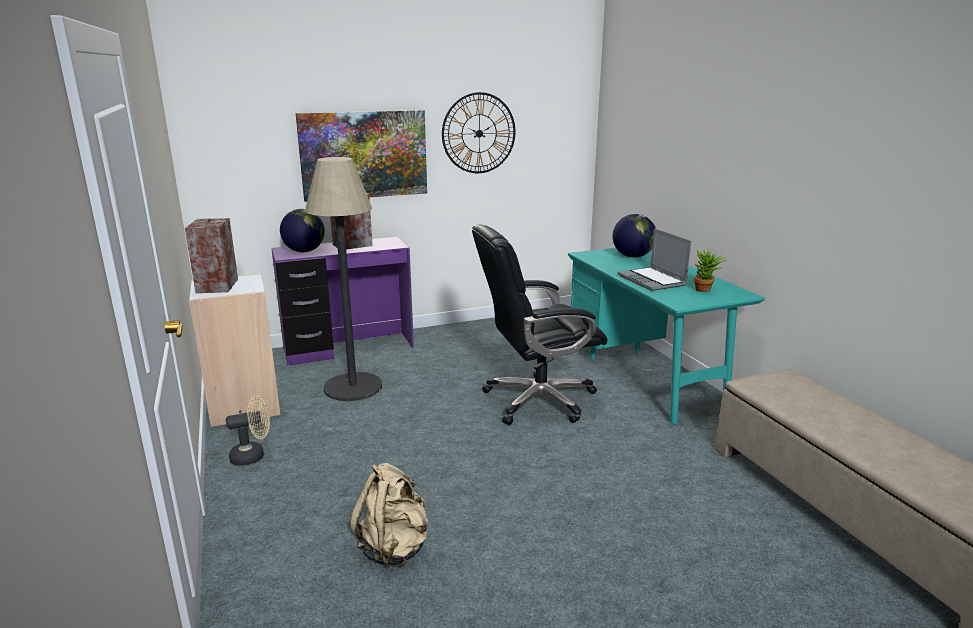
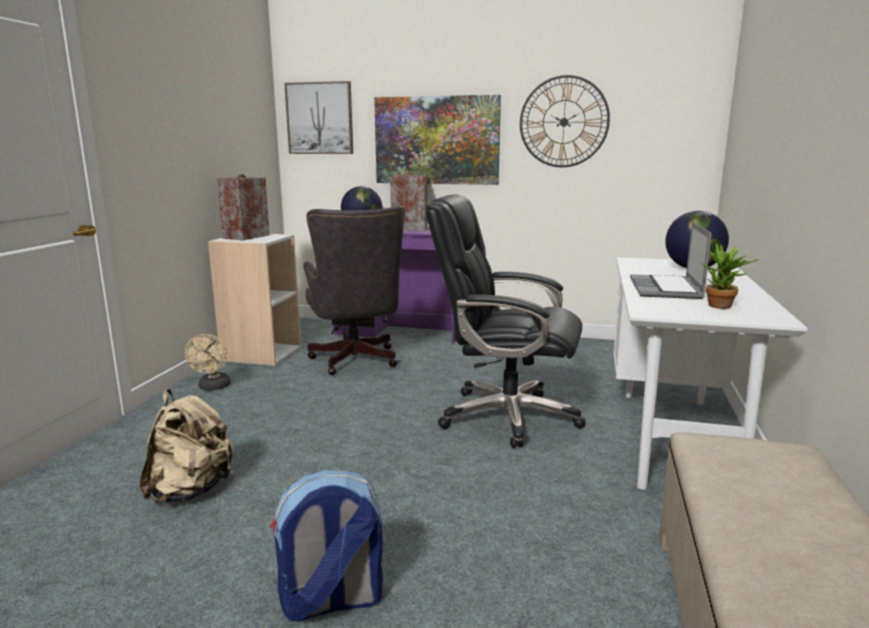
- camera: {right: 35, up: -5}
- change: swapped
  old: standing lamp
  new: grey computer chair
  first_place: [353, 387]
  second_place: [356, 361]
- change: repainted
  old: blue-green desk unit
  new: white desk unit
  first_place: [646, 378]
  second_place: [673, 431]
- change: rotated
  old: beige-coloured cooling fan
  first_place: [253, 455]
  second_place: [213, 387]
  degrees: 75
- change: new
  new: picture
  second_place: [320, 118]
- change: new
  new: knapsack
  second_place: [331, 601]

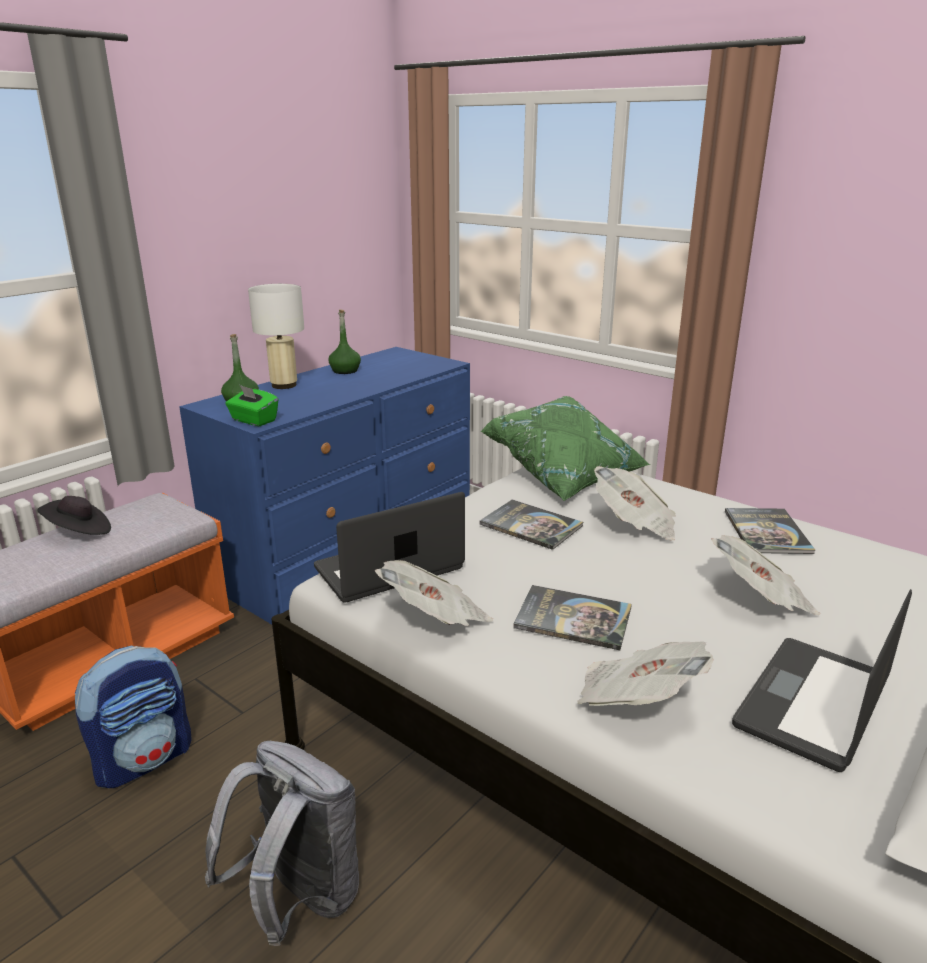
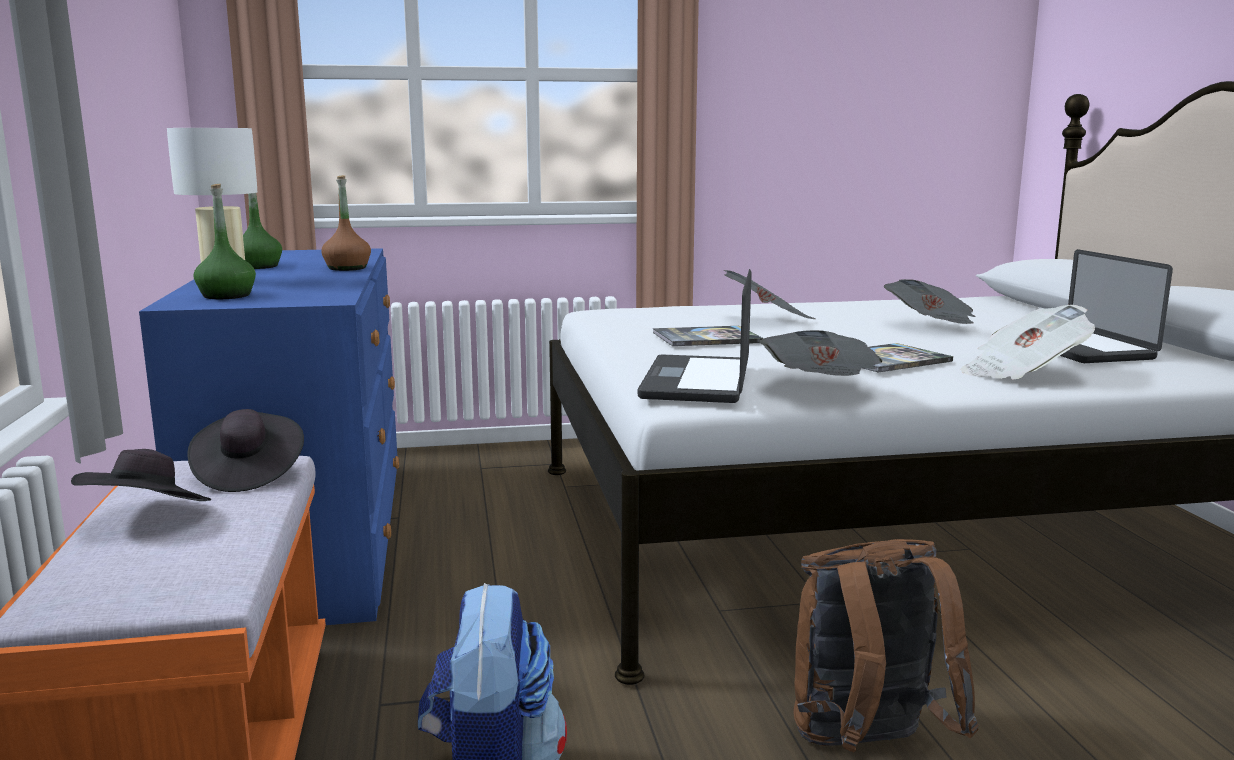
- camera: {right: -50, up: -10}
- change: gone
  old: green-coloured box of tissues
  first_place: [253, 420]
- change: gone
  old: green-coloured pillow
  first_place: [565, 473]
- change: gone
  old: bound book
  first_place: [767, 532]
- change: repainted
  old: grey knapsack
  new: brown-coloured knapsack
  first_place: [298, 899]
  second_place: [866, 747]
- change: new
  new: brown-coloured drink bottle
  second_place: [347, 268]
- change: new
  new: blackish wearable hat
  second_place: [248, 474]

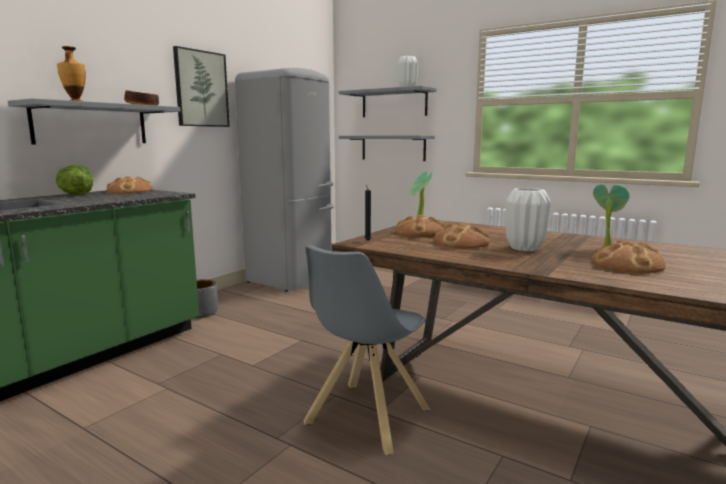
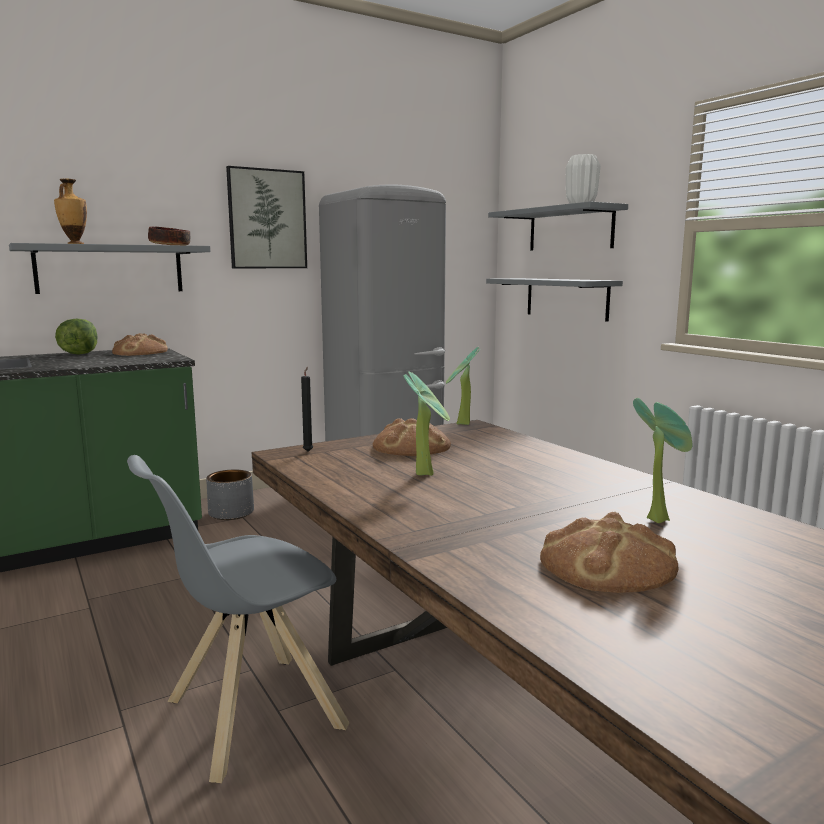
- camera: {right: 25, up: 0}
- change: gone
  old: white flower vase
  first_place: [524, 248]
- change: swapped
  old: bakery bread
  new: potted plant
  first_place: [461, 243]
  second_place: [427, 473]

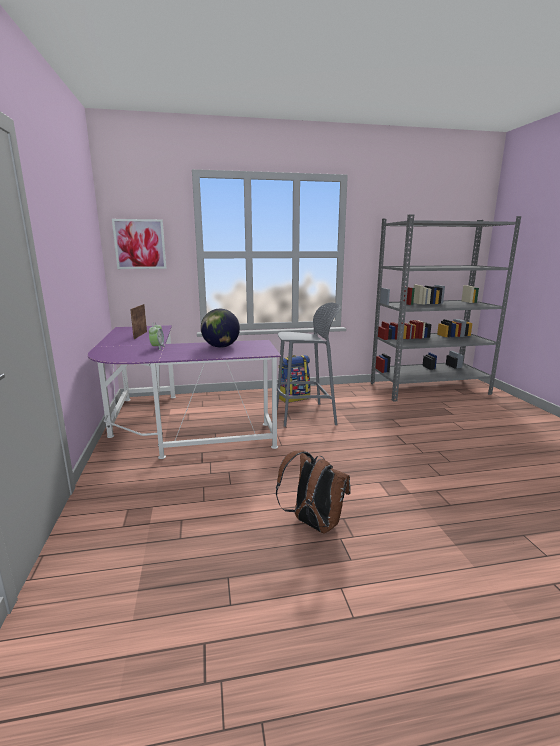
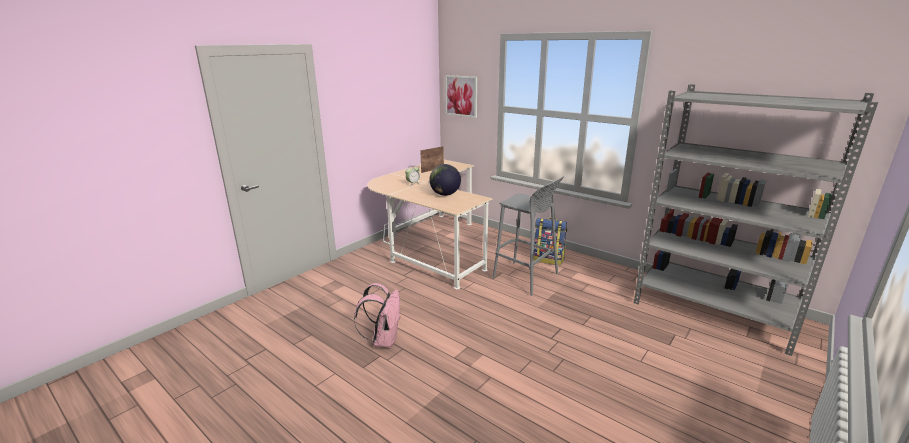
- camera: {right: 50, up: 5}
- change: repainted
  old: purplish desk unit
  new: beige-coloured desk unit
  first_place: [173, 429]
  second_place: [429, 247]
- change: repainted
  old: brown-coloured knapsack
  new: pink-coloured knapsack
  first_place: [313, 524]
  second_place: [384, 340]

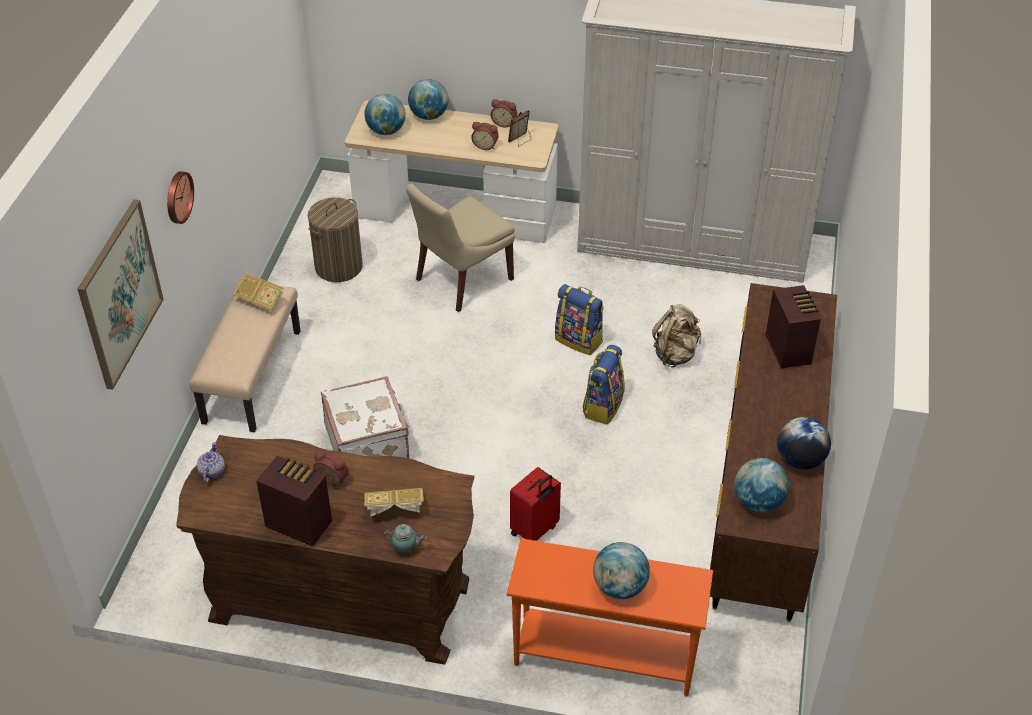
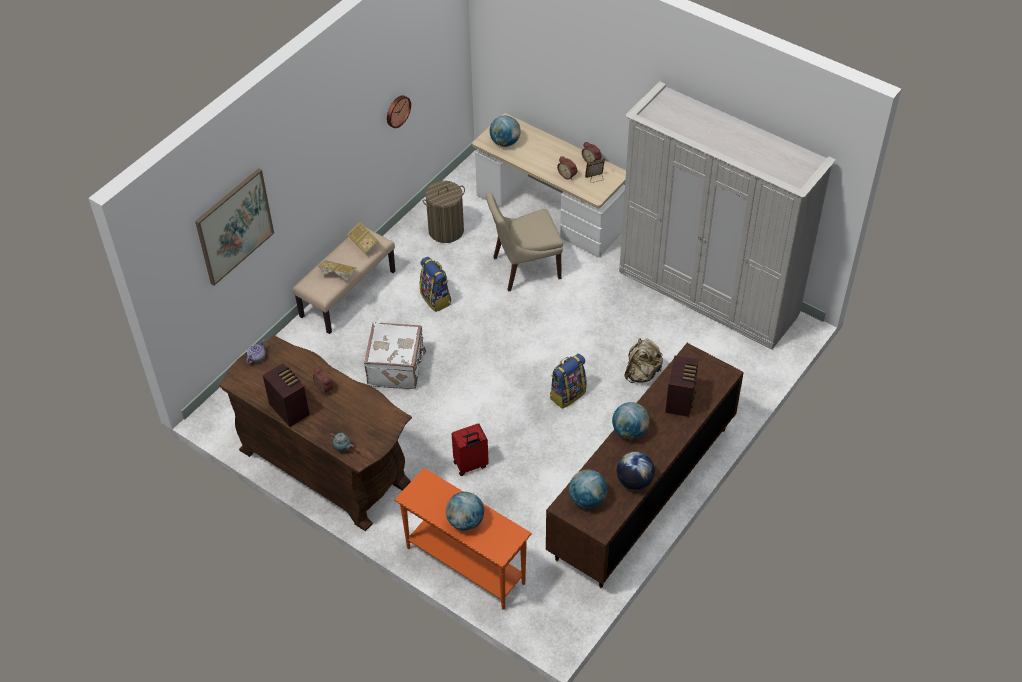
- camera: {right: 25, up: 5}
- change: shifted
  old: world globe
  first_place: [429, 116]
  second_place: [630, 431]
- change: shifted
  old: wall clock
  first_place: [177, 197]
  second_place: [397, 111]
- change: shifted
  old: knapsack
  first_place: [579, 340]
  second_place: [436, 299]
- change: shifted
  old: bound book
  first_place: [395, 510]
  second_place: [337, 275]

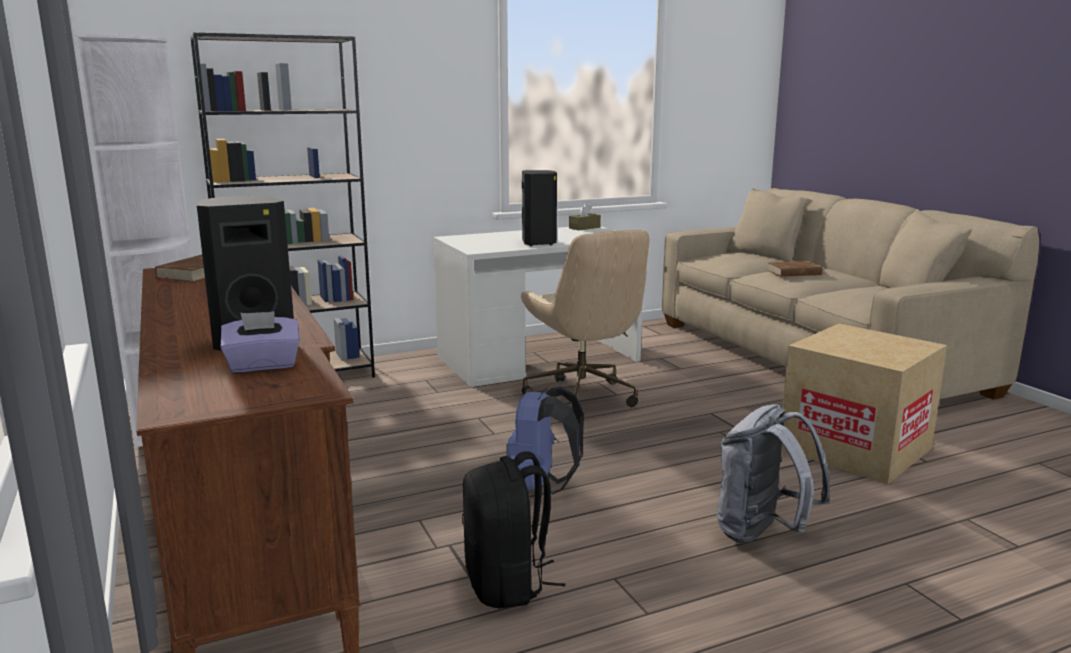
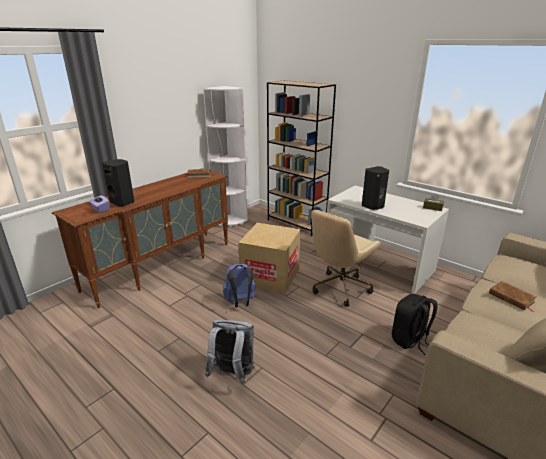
- camera: {right: 65, up: 10}
- change: shifted
  old: packing box
  first_place: [855, 448]
  second_place: [270, 276]
- change: shifted
  old: blackish knapsack
  first_place: [507, 585]
  second_place: [410, 340]

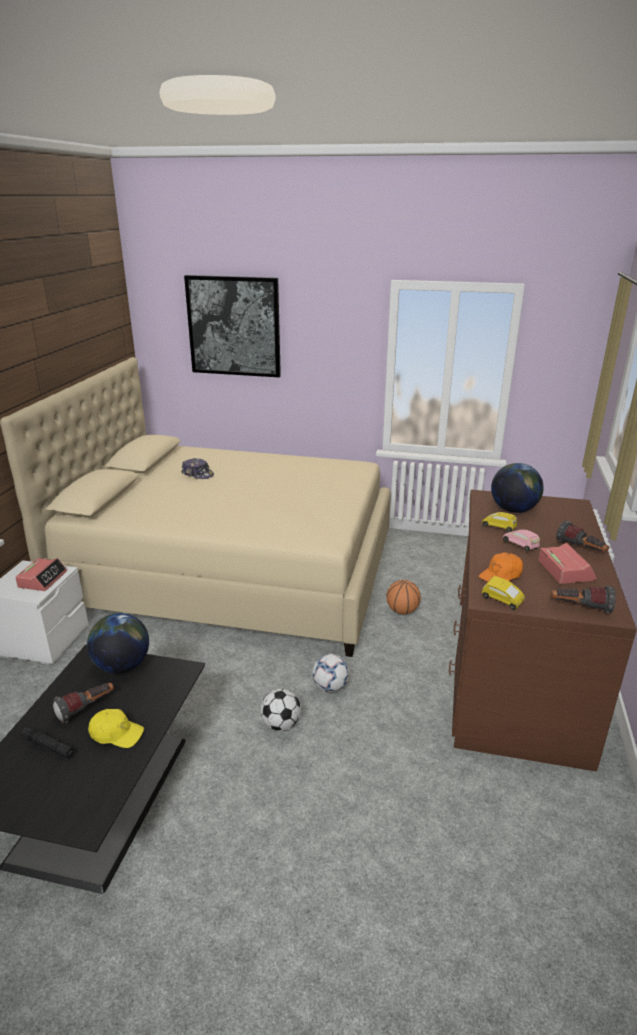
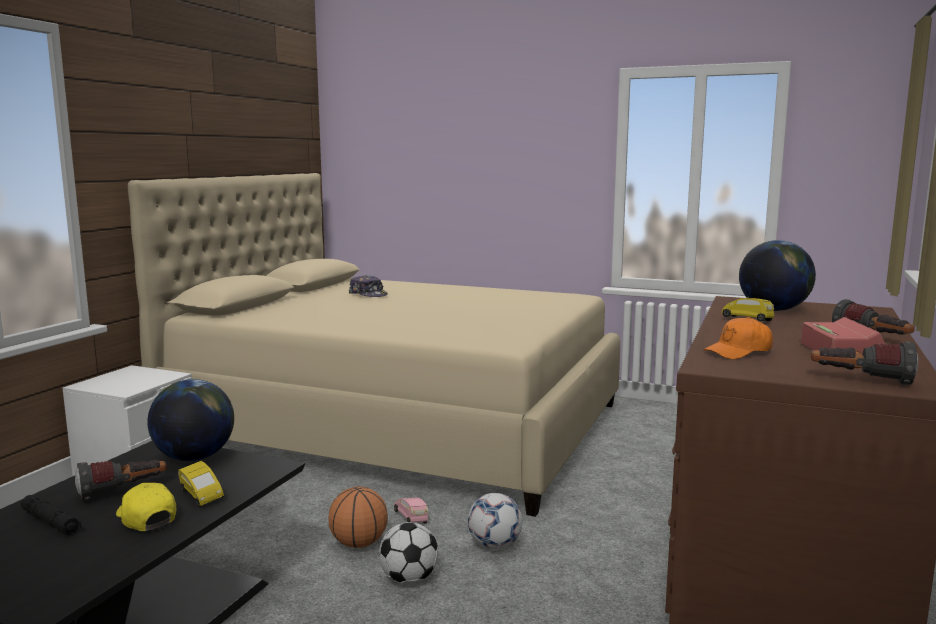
- camera: {right: 10, up: -15}
- change: gone
  old: picture
  first_place: [234, 326]
- change: shifted
  old: pink-coloured model car
  first_place: [520, 546]
  second_place: [411, 518]
- change: gone
  old: table clock
  first_place: [42, 579]
- change: shifted
  old: yellow-coloured model car
  first_place: [501, 600]
  second_place: [200, 496]
- change: shifted
  old: basketball
  first_place: [402, 611]
  second_place: [359, 544]
- change: rotated
  old: yellow-coloured baseball cap
  first_place: [116, 734]
  second_place: [146, 517]
  degrees: -150

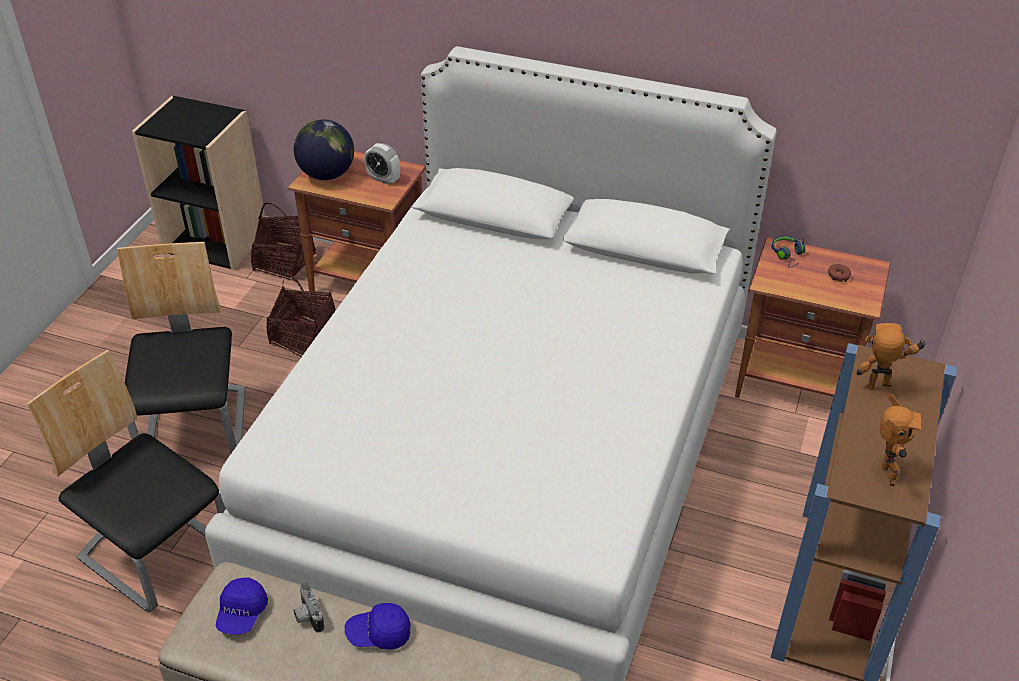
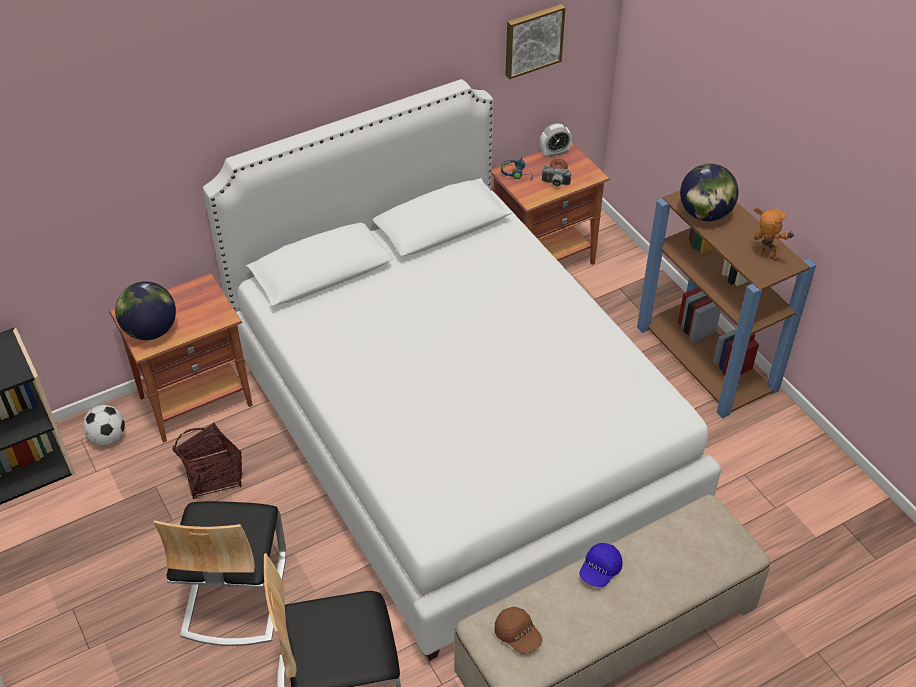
- camera: {right: -50, up: 5}
- change: shifted
  old: table clock
  first_place: [383, 179]
  second_place: [554, 152]
- change: swapped
  old: basket
  new: football
  first_place: [284, 262]
  second_place: [107, 437]
- change: rotated
  old: upright chair
  first_place: [196, 427]
  second_place: [234, 595]
  degrees: -120
- change: swapped
  old: toy robot
  new: world globe
  first_place: [880, 389]
  second_place: [704, 214]
- change: repainted
  old: bluish baseball cap
  new: brown-coloured baseball cap
  first_place: [242, 614]
  second_place: [518, 635]
- change: shifted
  old: still camera
  first_place: [307, 616]
  second_place: [555, 184]
- change: new
  new: picture
  second_place: [533, 40]

